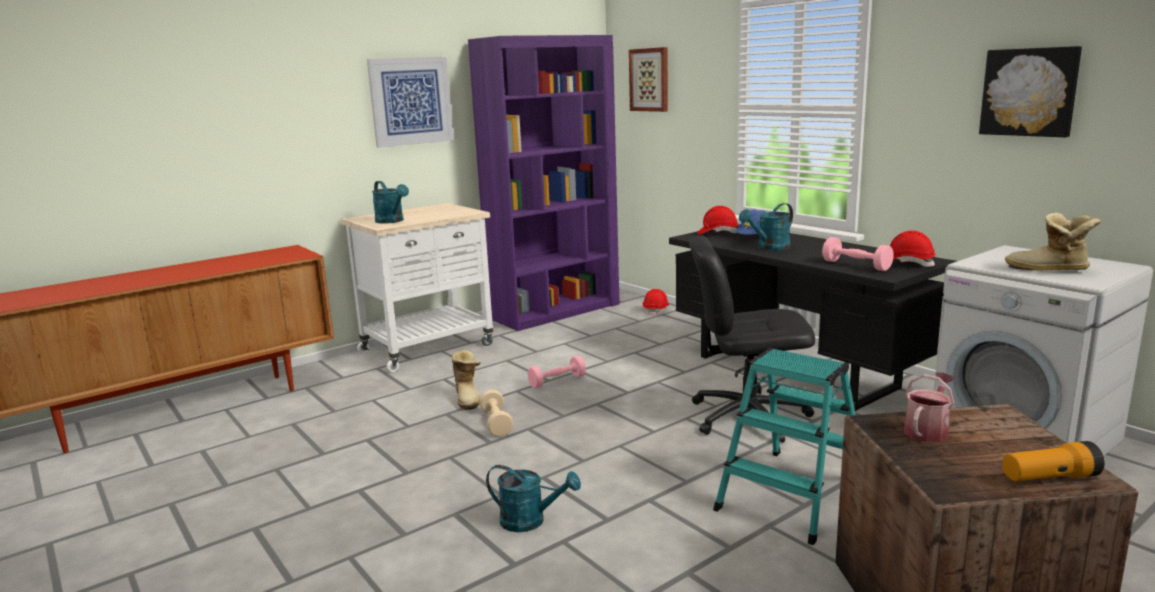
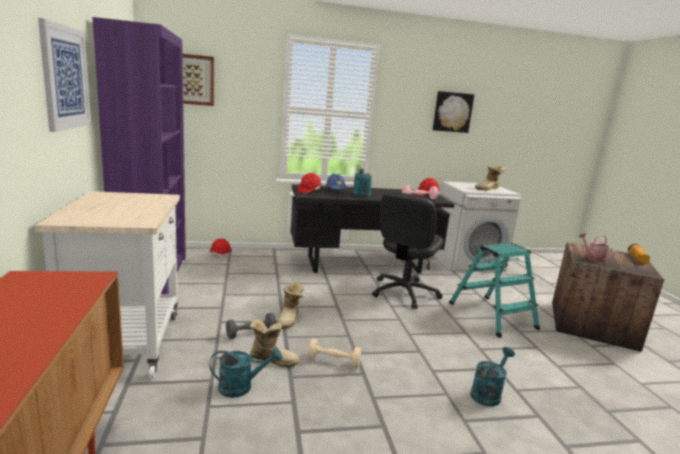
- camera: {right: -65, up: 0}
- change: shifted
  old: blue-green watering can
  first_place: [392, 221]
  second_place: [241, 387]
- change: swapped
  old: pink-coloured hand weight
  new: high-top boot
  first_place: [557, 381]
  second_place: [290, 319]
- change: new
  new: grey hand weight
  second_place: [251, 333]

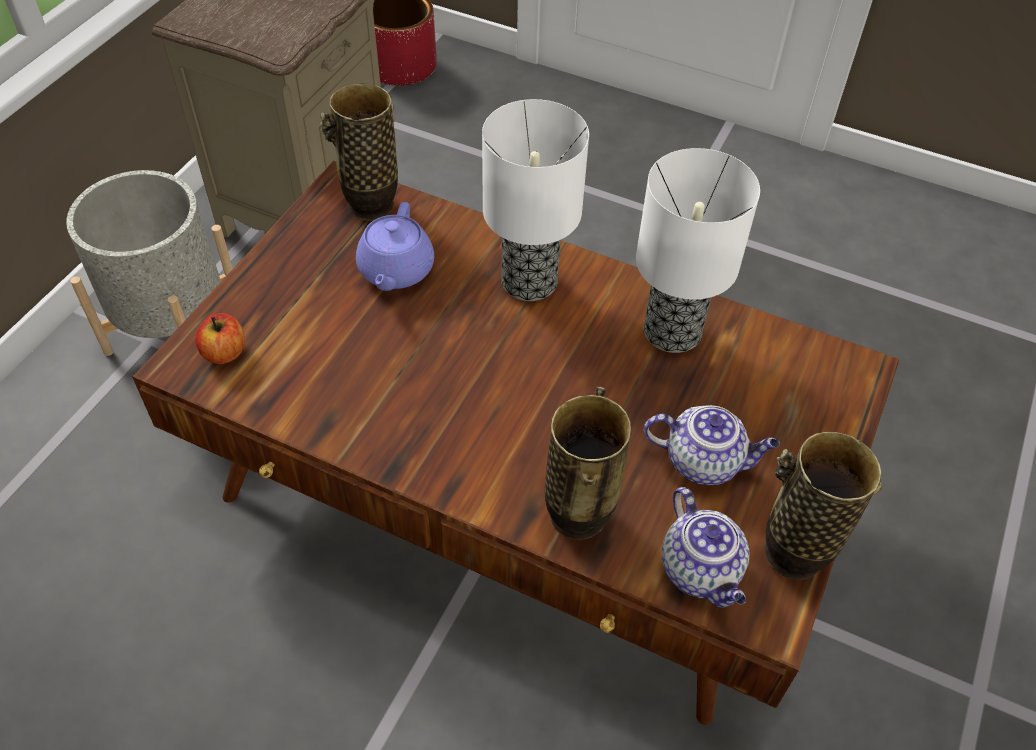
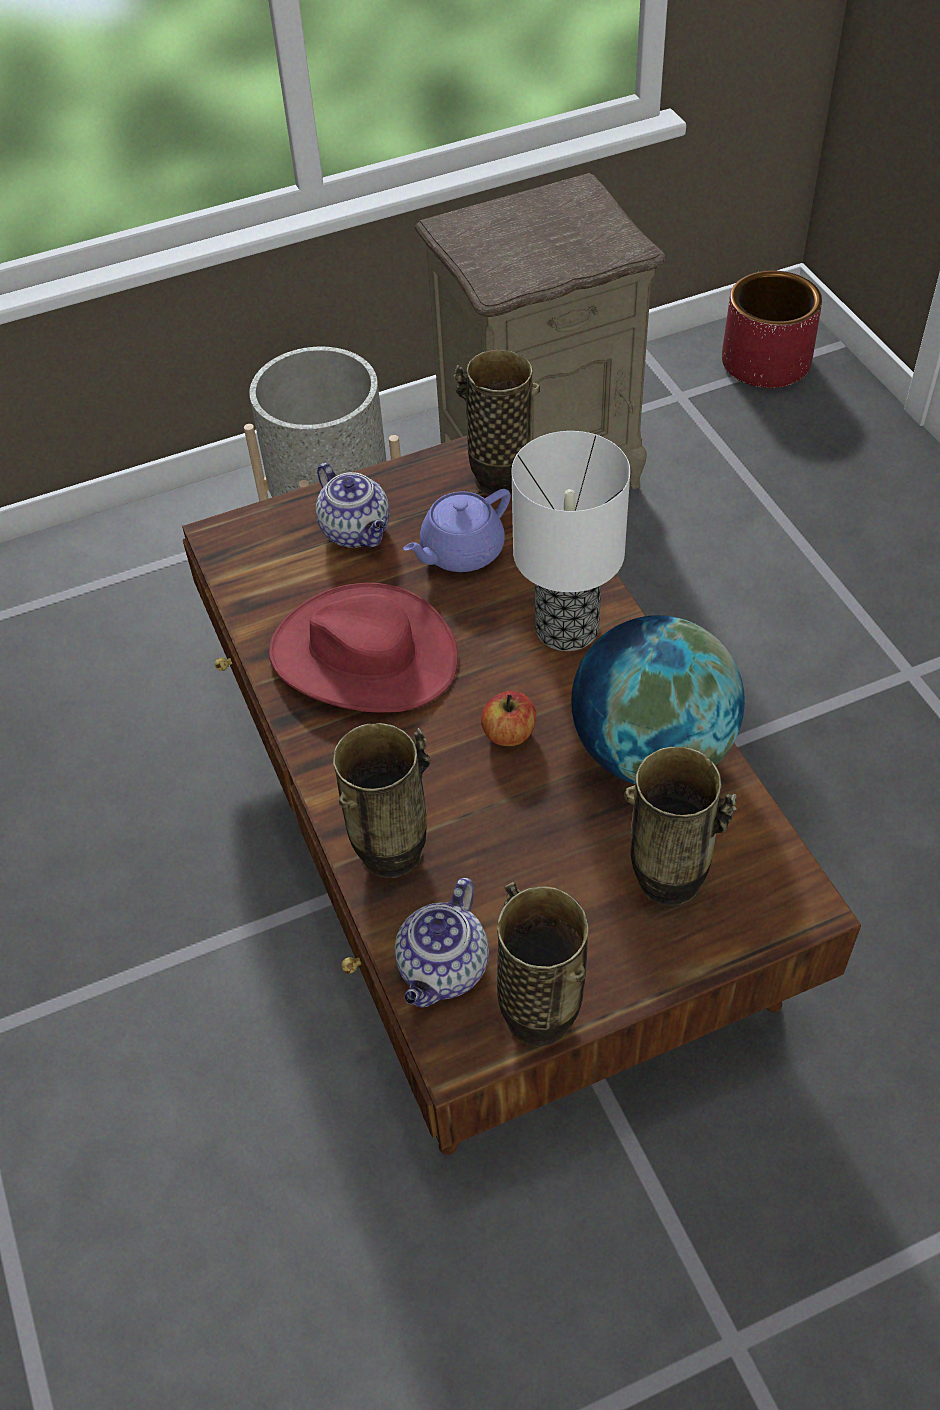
- camera: {right: 45, up: 0}
- change: swapped
  old: lamp for a table
  new: world globe
  first_place: [672, 330]
  second_place: [652, 751]
- change: shifted
  old: whole apple
  first_place: [225, 352]
  second_place: [509, 733]
- change: shifted
  old: pot for tea
  first_place: [704, 461]
  second_place: [357, 532]
- change: new
  new: reddish wearable hat
  second_place: [363, 655]
- change: new
  new: flower vase
  second_place: [668, 881]

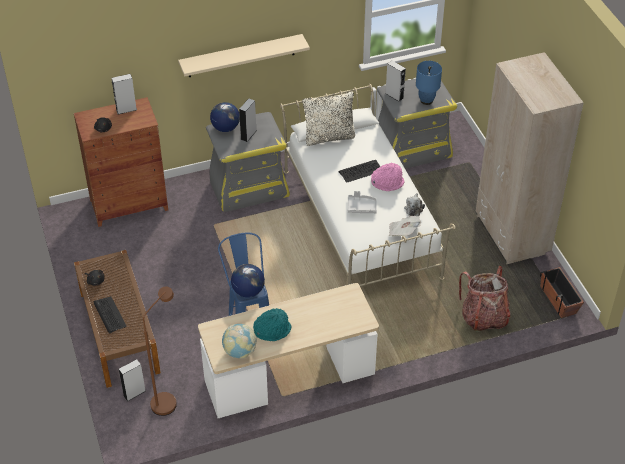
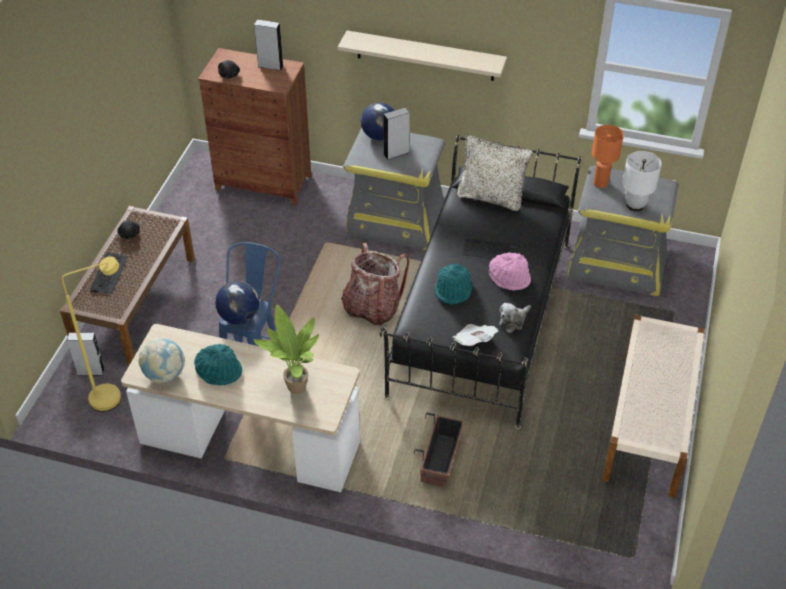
- camera: {right: 35, up: 0}
- change: swapped
  old: beige-coloured armoire
  new: beige-coloured long seat
  first_place: [512, 235]
  second_place: [650, 423]
- change: swapped
  old: grey speaker
  new: orange-coloured lamp for a table
  first_place: [394, 96]
  second_place: [601, 183]
- change: repainted
  old: bluish lamp for a table
  new: white lamp for a table
  first_place: [426, 100]
  second_place: [635, 205]
- change: repainted
  old: white bedroom bed
  new: blackish bedroom bed
  first_place: [360, 223]
  second_place: [481, 318]
- change: swapped
  old: grey serving tray
  new: blue-green wearable hat
  first_place: [361, 207]
  second_place: [453, 290]
- change: shifted
  old: knapsack
  first_place: [484, 317]
  second_place: [372, 307]
- change: shifted
  old: planter
  first_place: [558, 299]
  second_place: [440, 460]
- change: repainted
  old: brown-coloured standing lamp
  new: yellow-coloured standing lamp
  first_place: [167, 399]
  second_place: [114, 395]
- change: new
  new: potted plant
  second_place: [293, 389]

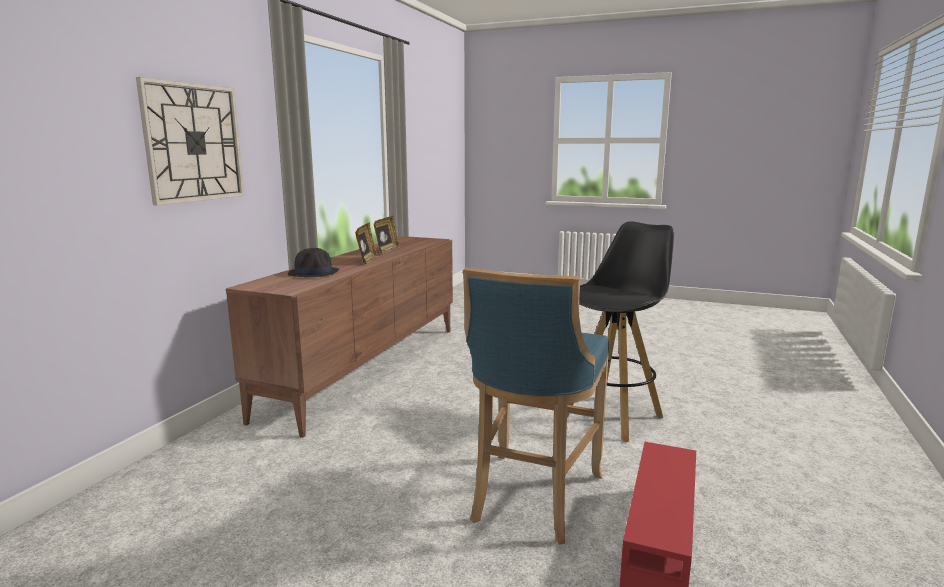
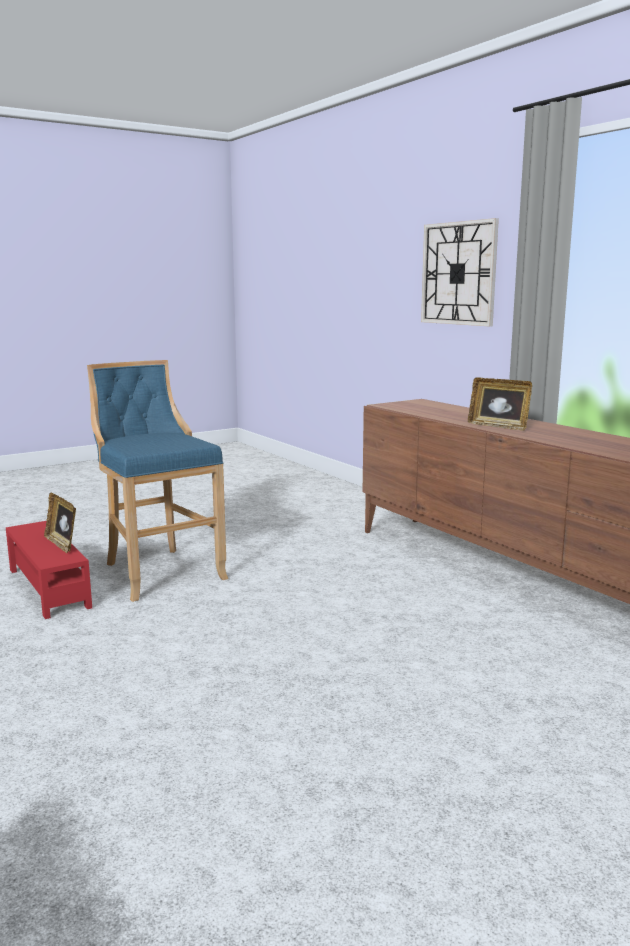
- camera: {right: 125, up: 0}
- change: shifted
  old: photo frame
  first_place: [387, 250]
  second_place: [62, 544]
- change: gone
  old: blackish sitting stool
  first_place: [614, 416]
- change: gone
  old: blackish wearable hat
  first_place: [314, 273]

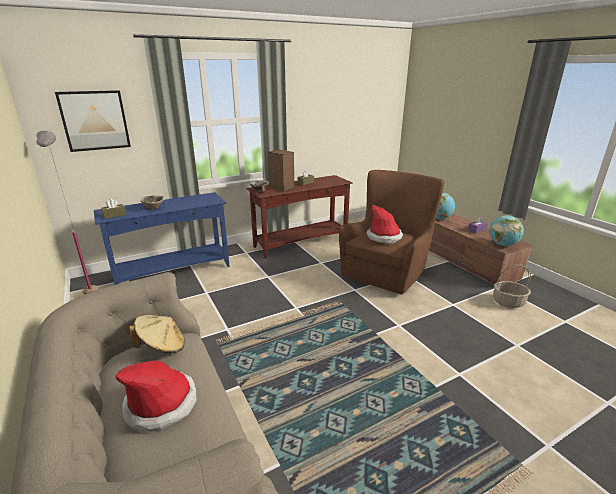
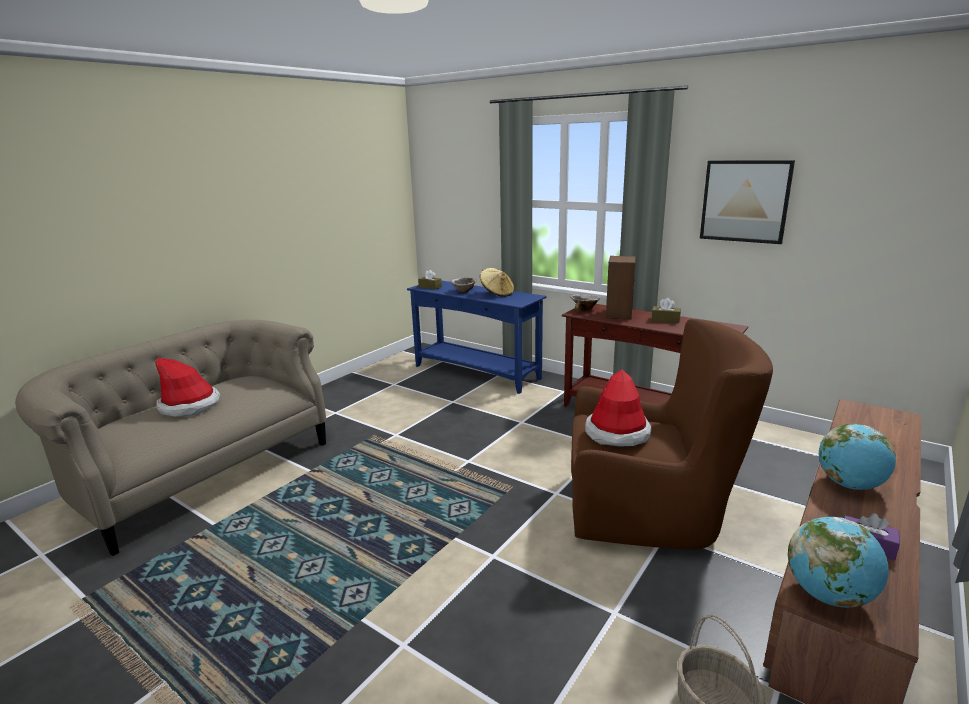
- camera: {right: 65, up: -5}
- change: shifted
  old: picture
  first_place: [95, 120]
  second_place: [745, 201]
- change: gone
  old: grey standing lamp
  first_place: [89, 289]
- change: shifted
  old: beige-coloured wearable hat
  first_place: [162, 347]
  second_place: [497, 293]

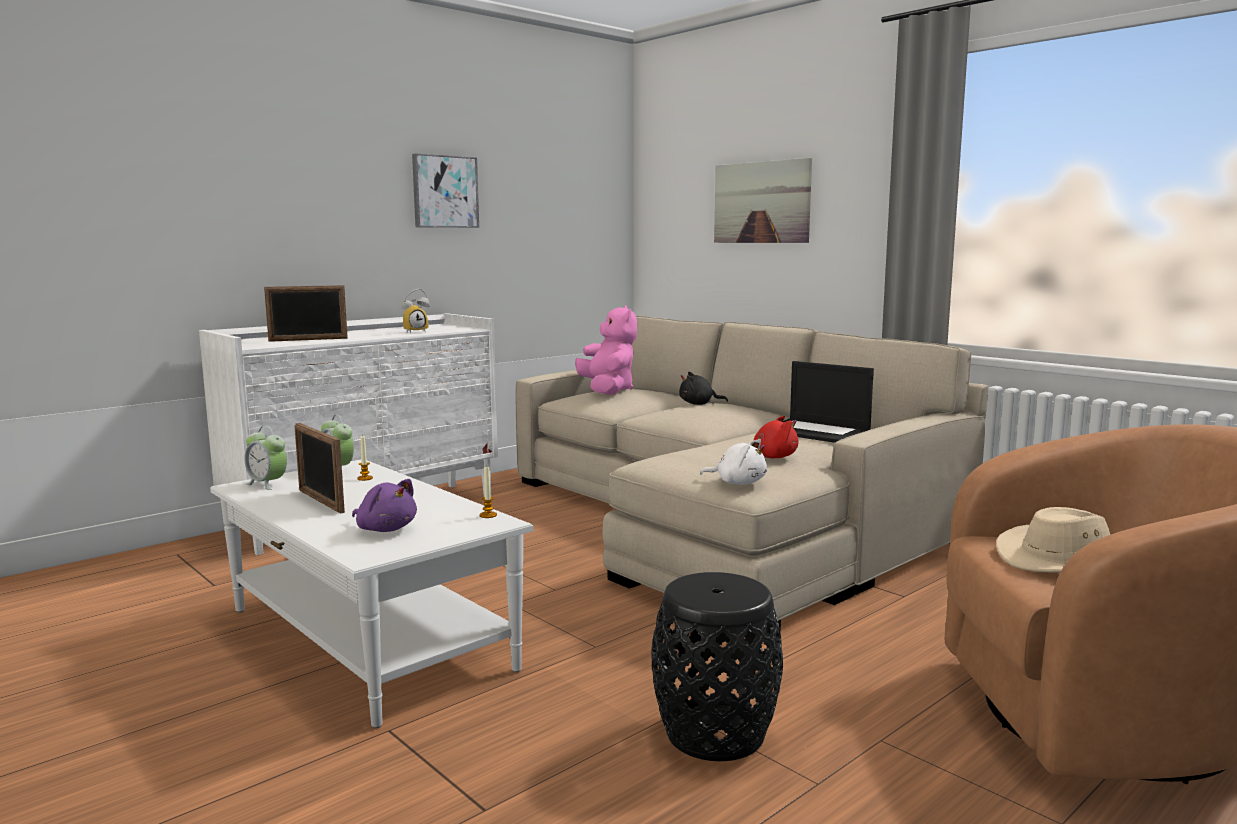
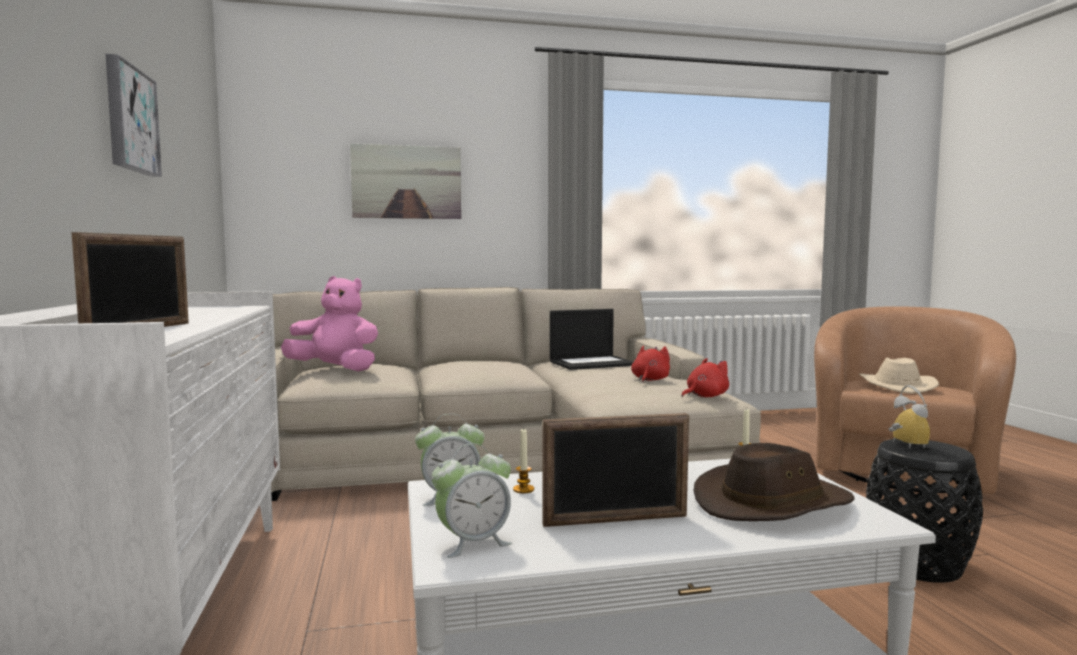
- camera: {right: -60, up: -5}
- change: shifted
  old: table clock
  first_place: [415, 332]
  second_place: [903, 445]
- change: gone
  old: blackish cuddly toy
  first_place: [699, 404]
- change: repainted
  old: white cuddly toy
  new: reddish cuddly toy
  first_place: [738, 483]
  second_place: [705, 396]
- change: swapped
  old: purplish cuddly toy
  new: brown-coloured wearable hat
  first_place: [385, 529]
  second_place: [772, 503]

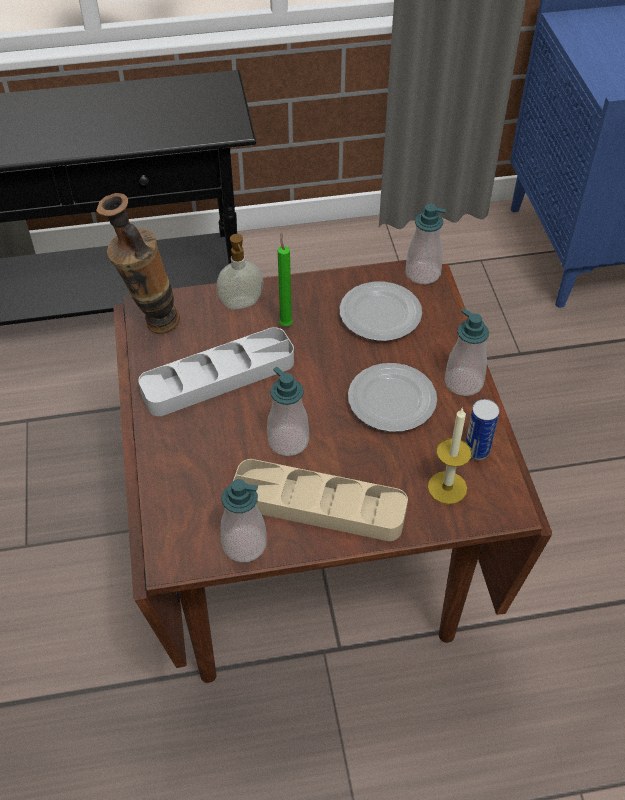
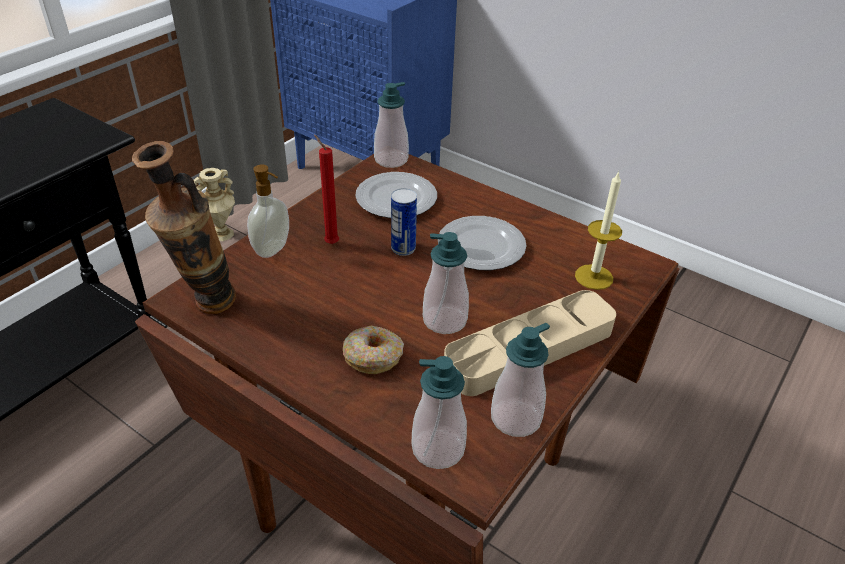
- camera: {right: -45, up: -10}
- change: repainted
  old: green-coloured wax candle
  new: reddish wax candle
  first_place: [285, 323]
  second_place: [330, 243]
- change: shifted
  old: soap bottle
  first_place: [463, 382]
  second_place: [438, 448]
- change: gone
  old: grey serving tray
  first_place: [218, 377]
- change: shifted
  old: sealed can
  first_place: [476, 451]
  second_place: [403, 249]
- change: new
  new: beige-coloured flower vase
  second_place: [222, 234]
- change: new
  new: doughnut
  second_place: [373, 356]

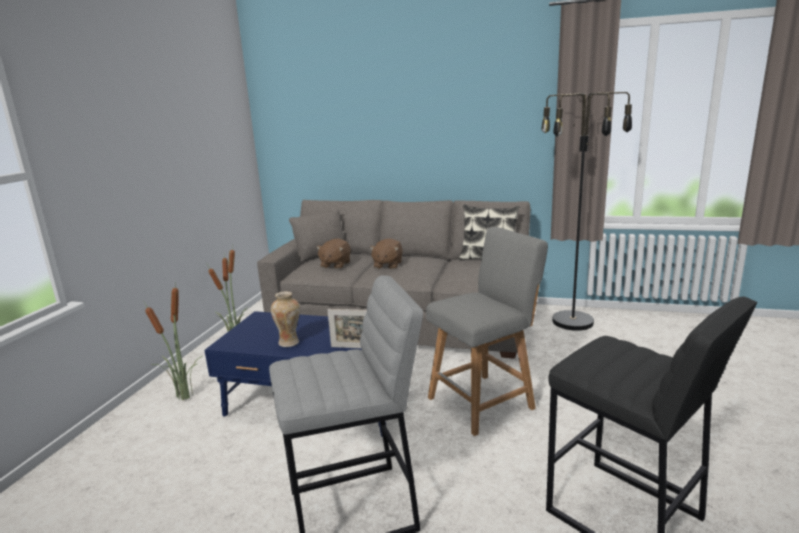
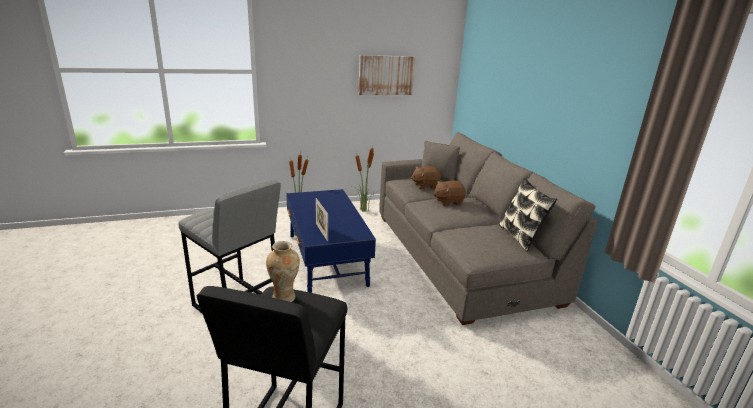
- camera: {right: 55, up: 5}
- change: gone
  old: standing lamp
  first_place: [571, 322]
- change: gone
  old: grey sitting stool
  first_place: [484, 401]
- change: shifted
  old: flower vase
  first_place: [289, 342]
  second_place: [284, 298]
- change: new
  new: picture
  second_place: [386, 75]

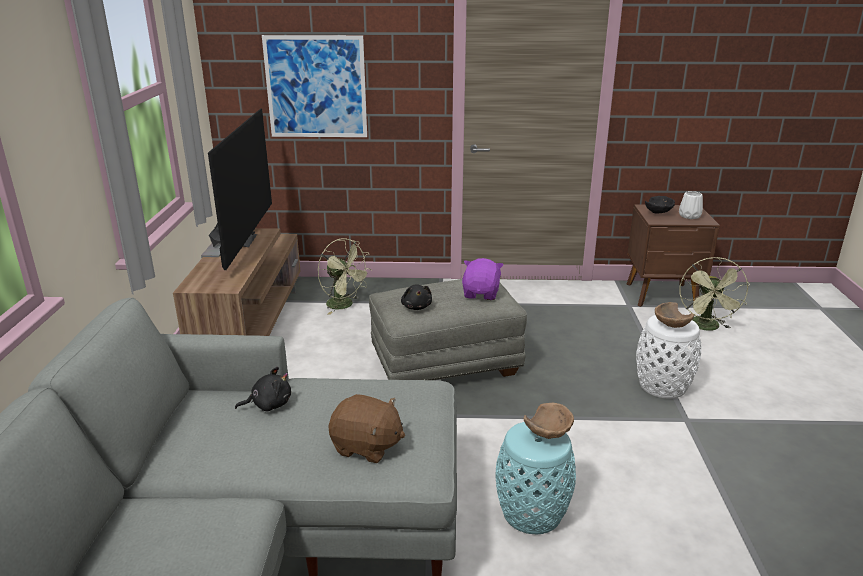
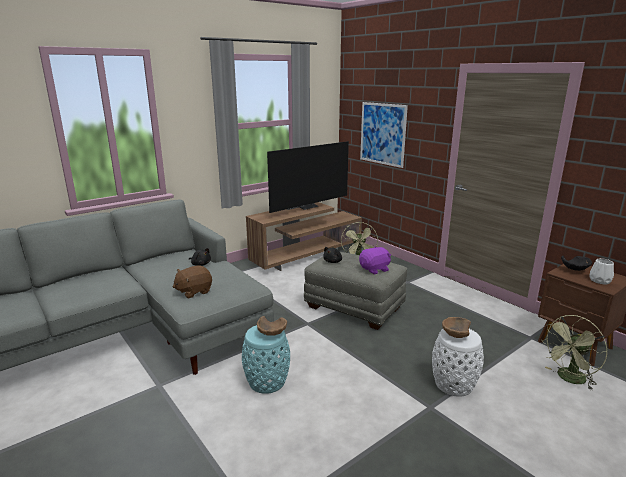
- camera: {right: 50, up: -5}
- change: rotated
  old: brown-coloured cuddly toy
  first_place: [366, 446]
  second_place: [194, 291]
  degrees: 75

